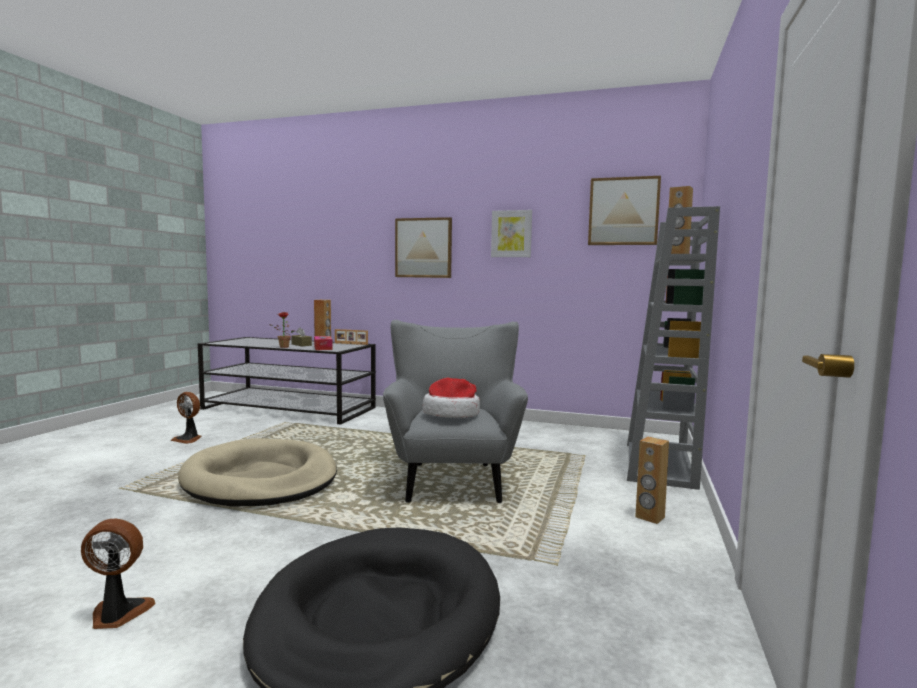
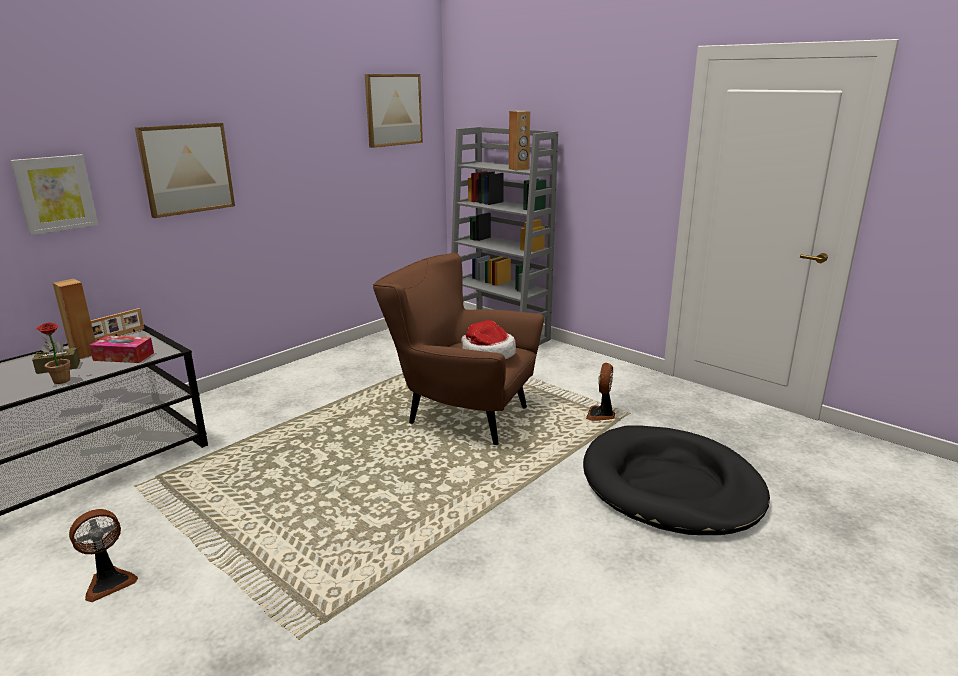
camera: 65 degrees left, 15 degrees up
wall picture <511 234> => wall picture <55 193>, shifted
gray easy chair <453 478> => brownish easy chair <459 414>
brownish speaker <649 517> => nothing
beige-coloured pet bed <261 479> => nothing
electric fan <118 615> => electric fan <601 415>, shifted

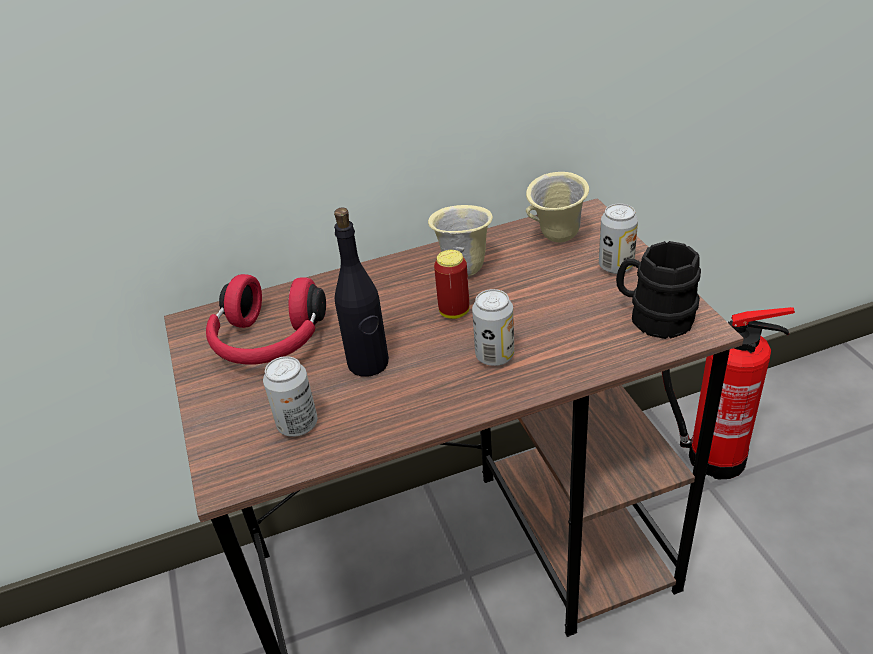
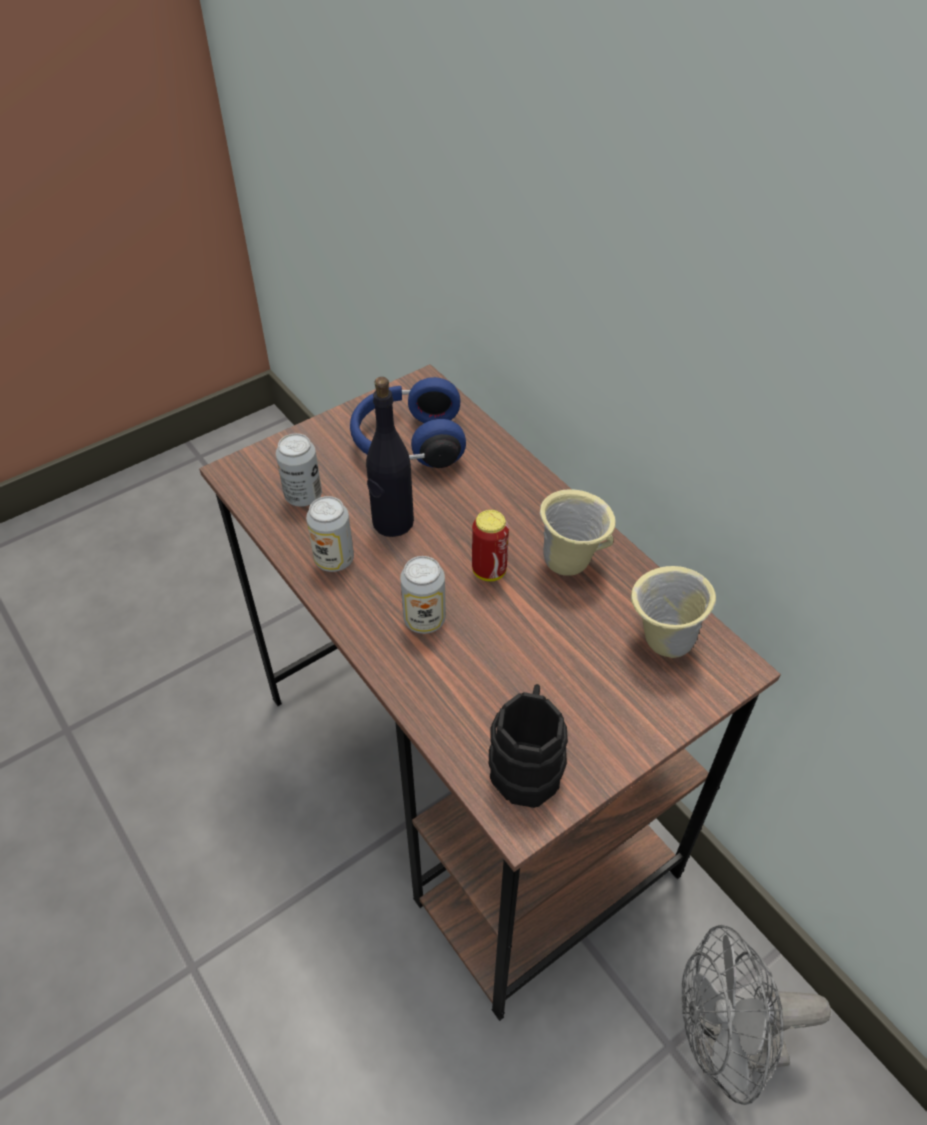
camera: 70 degrees right, 10 degrees up
sealed can <616 266> => sealed can <334 559>, shifted
reddish headset <268 342> => blue-coloured headset <407 443>
fire-fighting cylinder <710 456> => gray electric fan <723 1045>

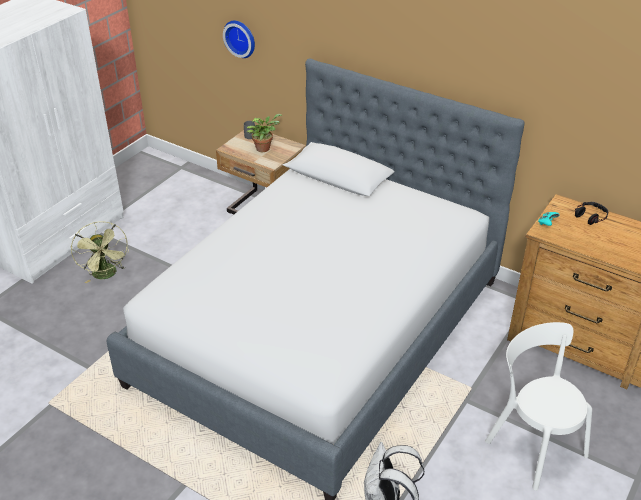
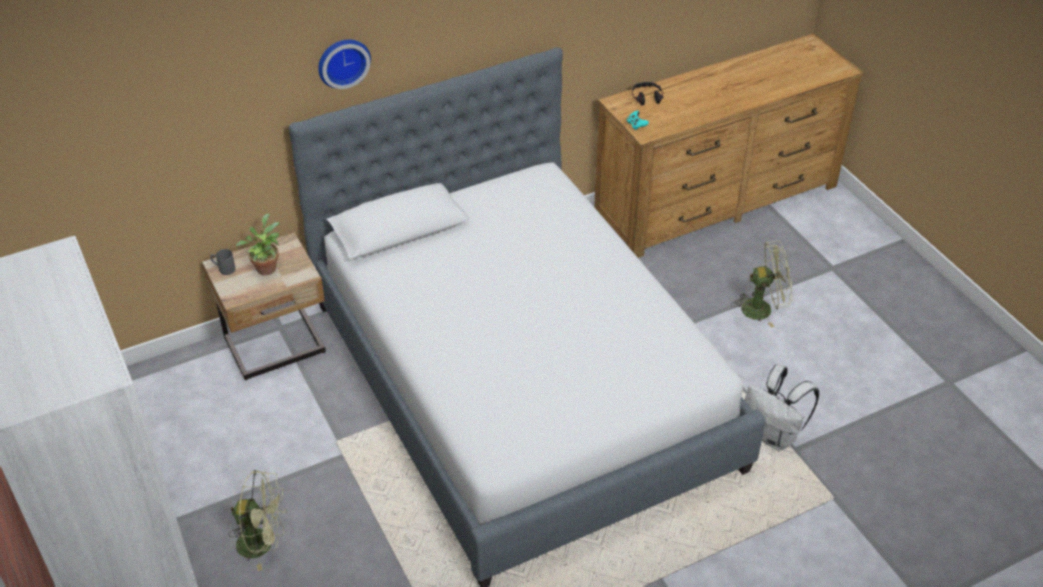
camera: 60 degrees left, 5 degrees up
hanging clock <241 38> => hanging clock <342 61>, shifted
white-coloured upright chair <532 444> => green electric fan <763 308>

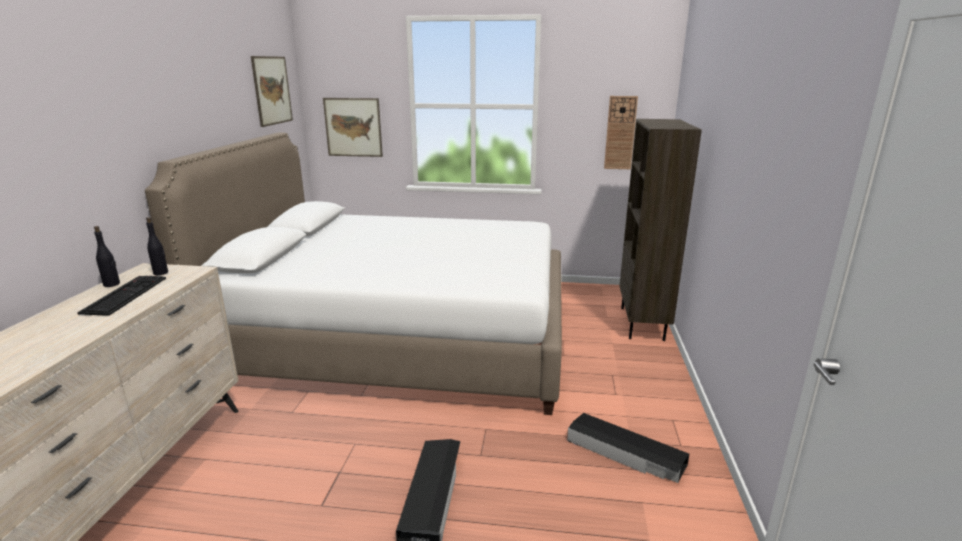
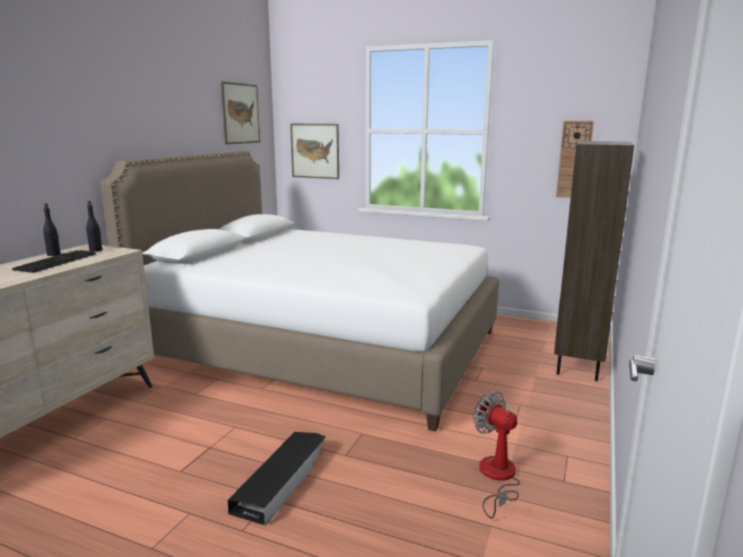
camera: 15 degrees right, 5 degrees down
black-coloured storage container <625 453> => electric fan <497 478>

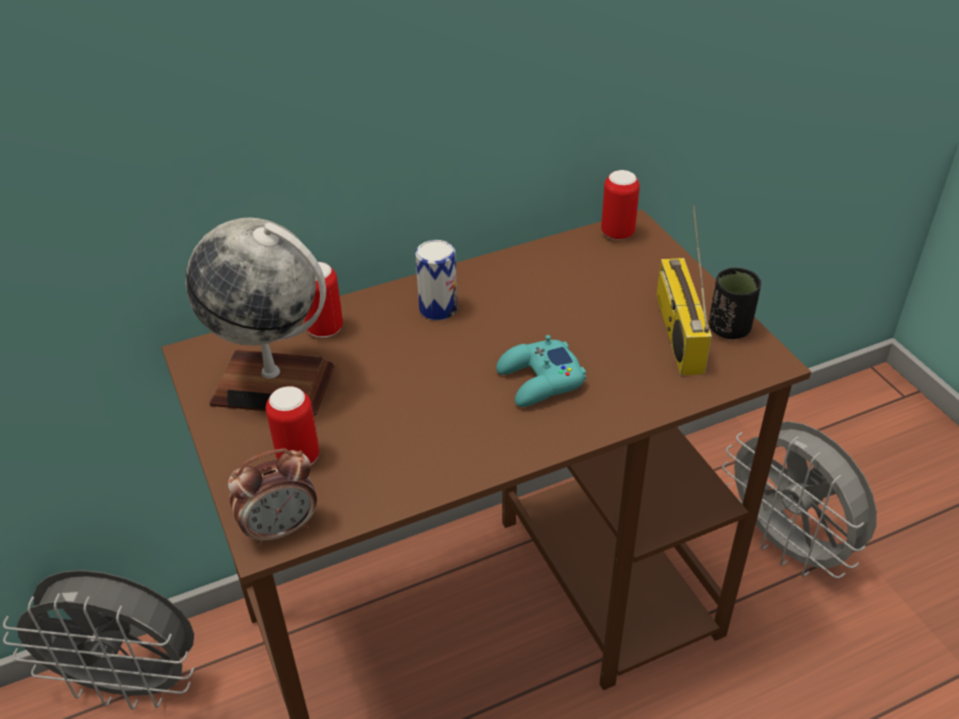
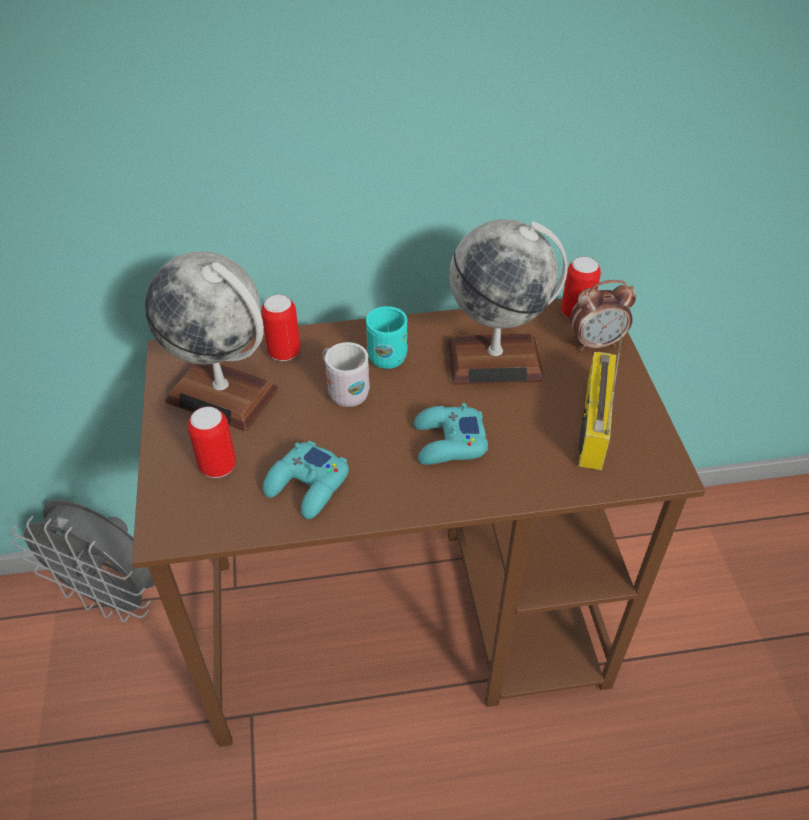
camera: 15 degrees right, 5 degrees up
sealed can <438 308> => turquoise-coloured coffee mug <387 354>
black-coloured small cup <729 329> => nothing
gray electric fan <788 546> => nothing
table clock <281 529> => table clock <596 343>, shifted
nothing => desk globe <494 360>
nothing => white-coloured coffee mug <344 392>
nothing => turquoise-coloured game controller <307 486>

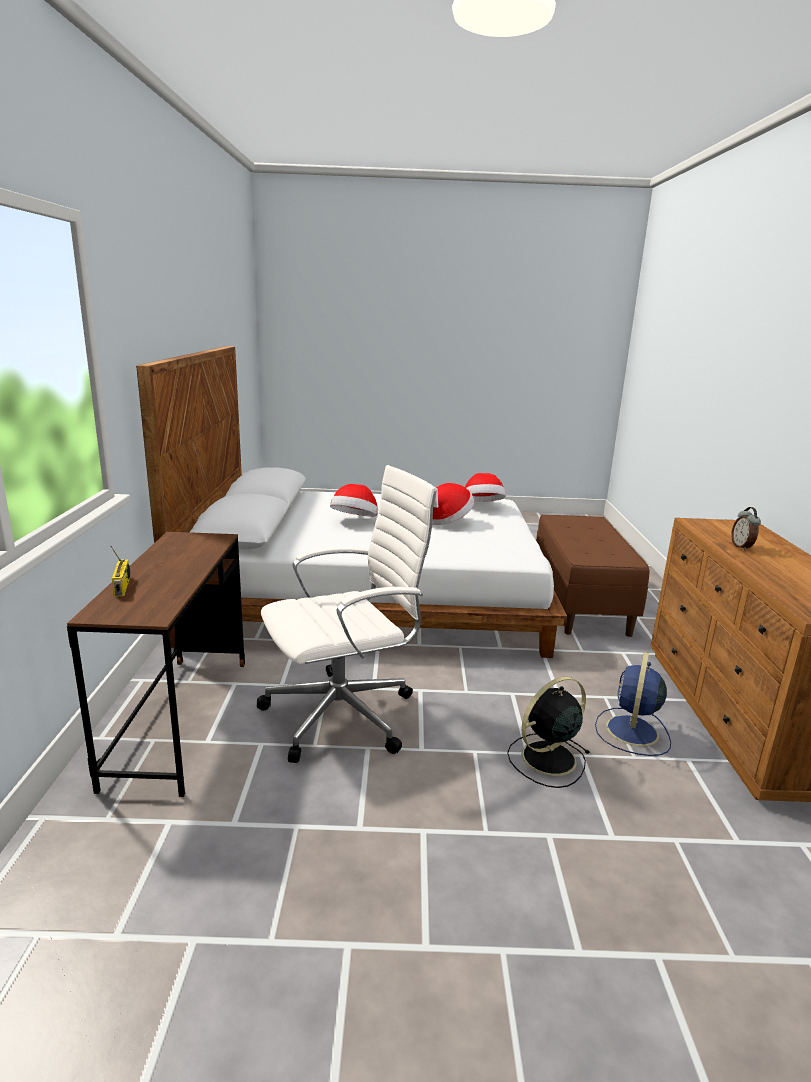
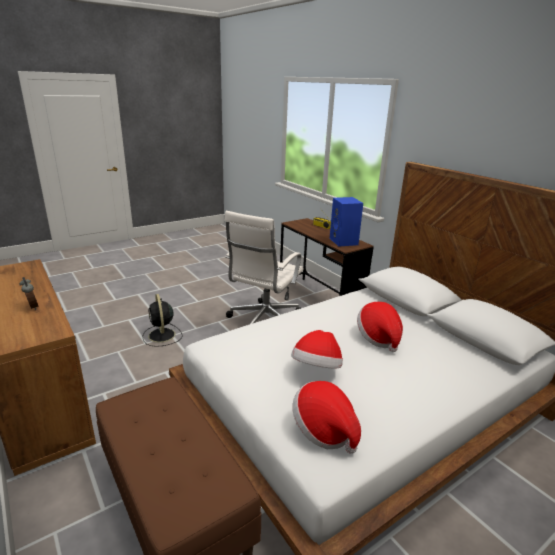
camera: 145 degrees right, 5 degrees up
blue-coloured electric fan <631 732> => nothing
black-coloured electric fan <546 759> => black-coloured electric fan <162 336>, 135 degrees clockwise
nothing => blue-coloured speaker <344 241>

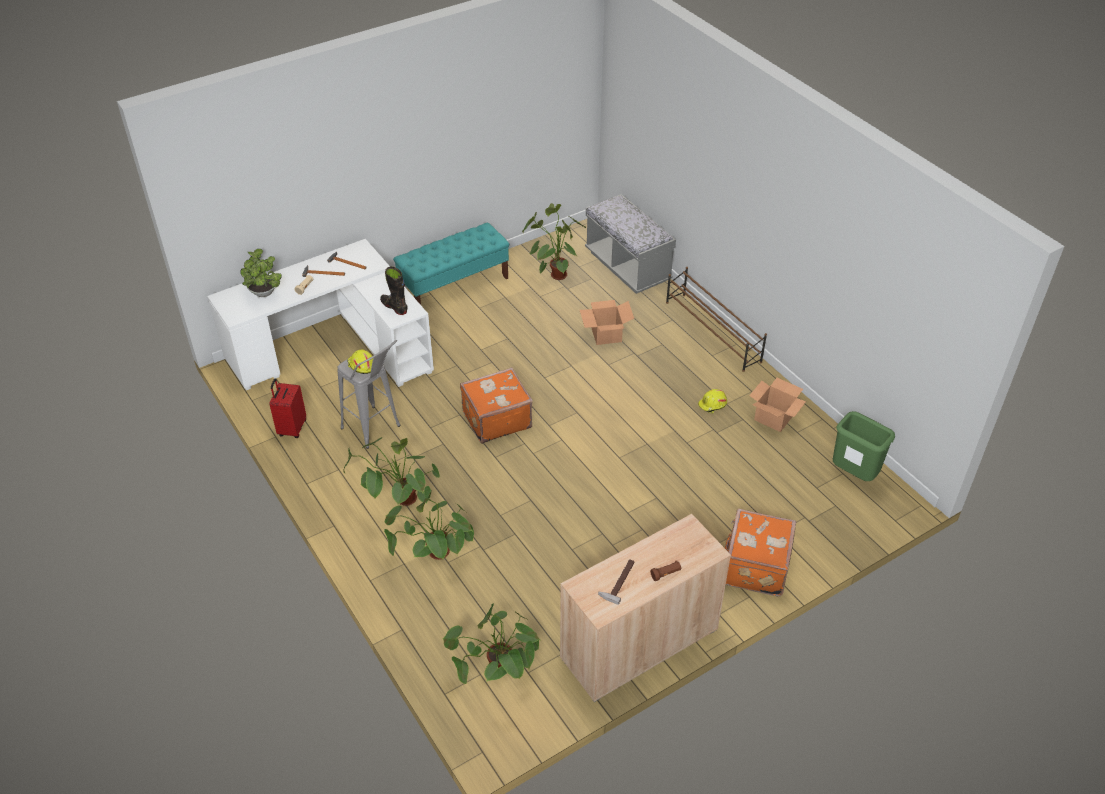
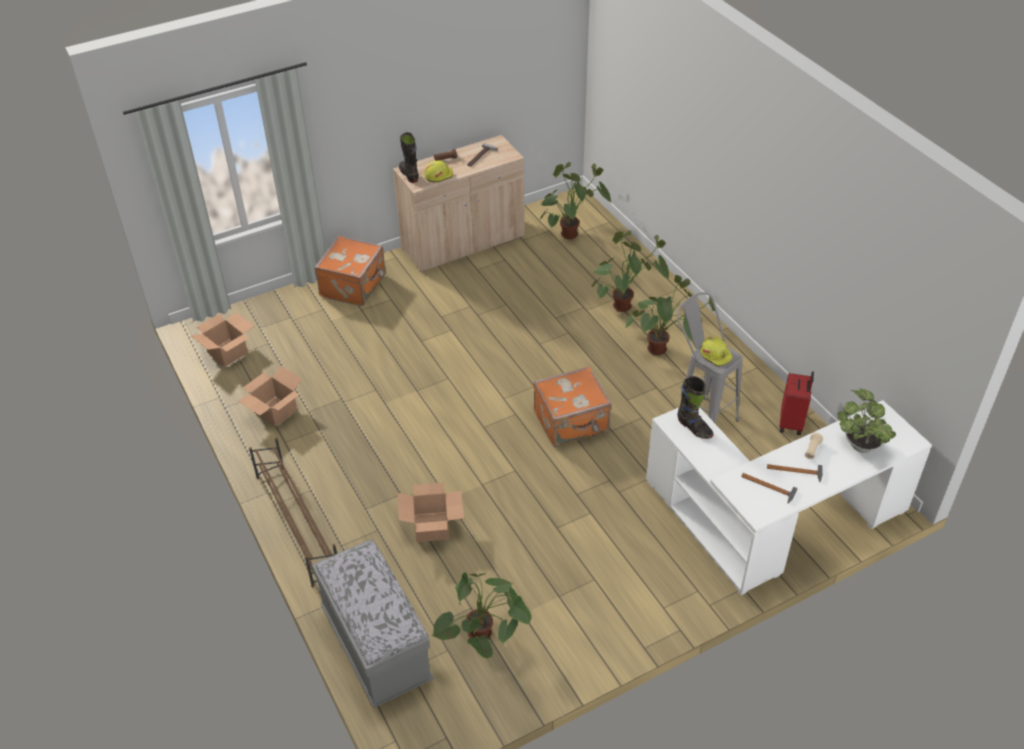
camera: 175 degrees left, 0 degrees up
turquoise-coloured long seat <454 286> => nothing
yellow-coloured work helmet <712 405> => yellow-coloured work helmet <438 175>, shifted
green trash can <854 475> => carton <227 352>
nothing => black-coloured boot <409 175>

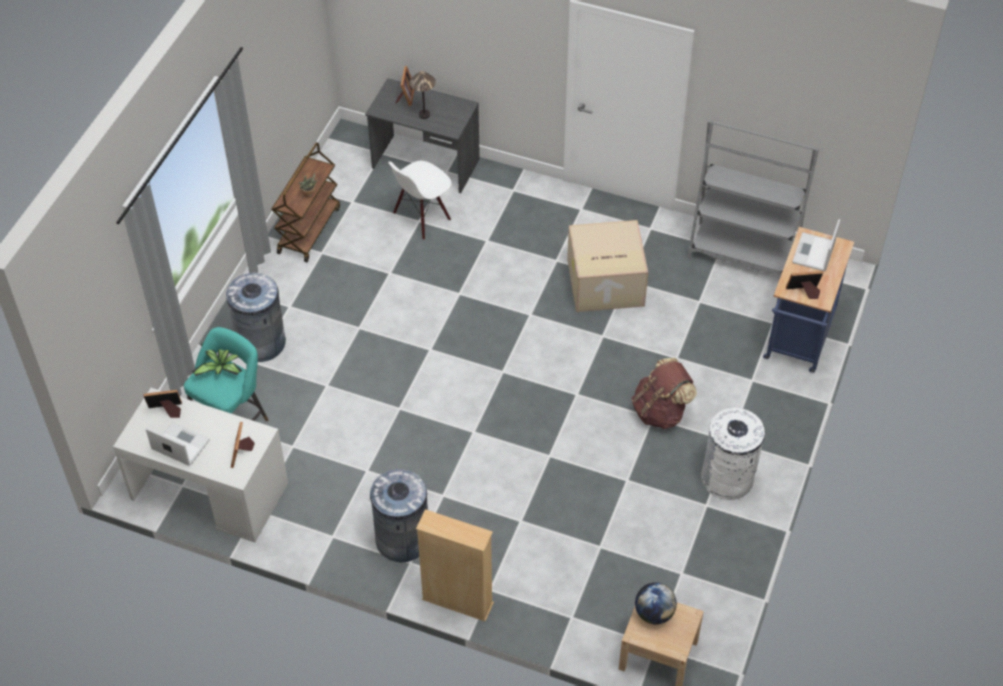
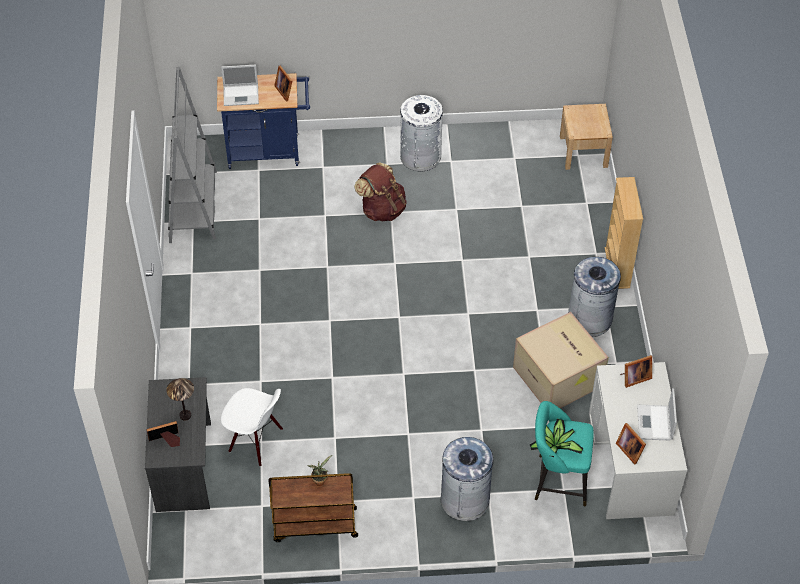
camera: 115 degrees left, 0 degrees up
carton <604 283> => carton <559 377>, shifted
desk globe <654 613> => nothing

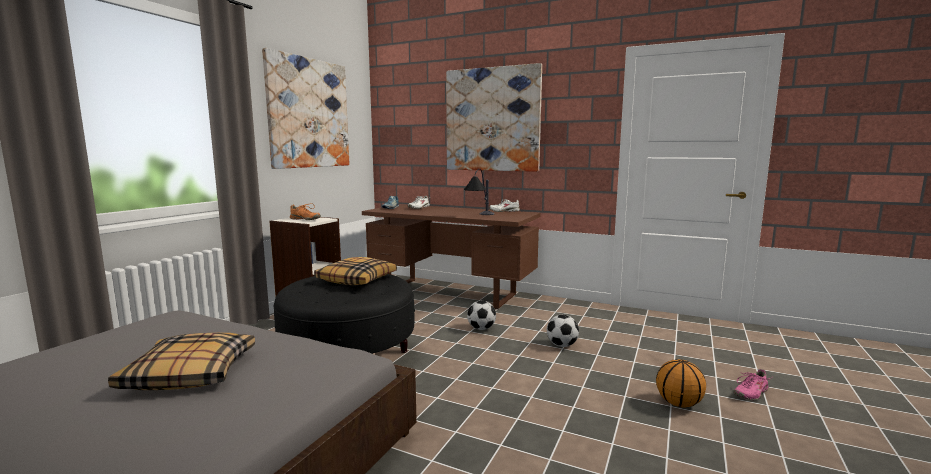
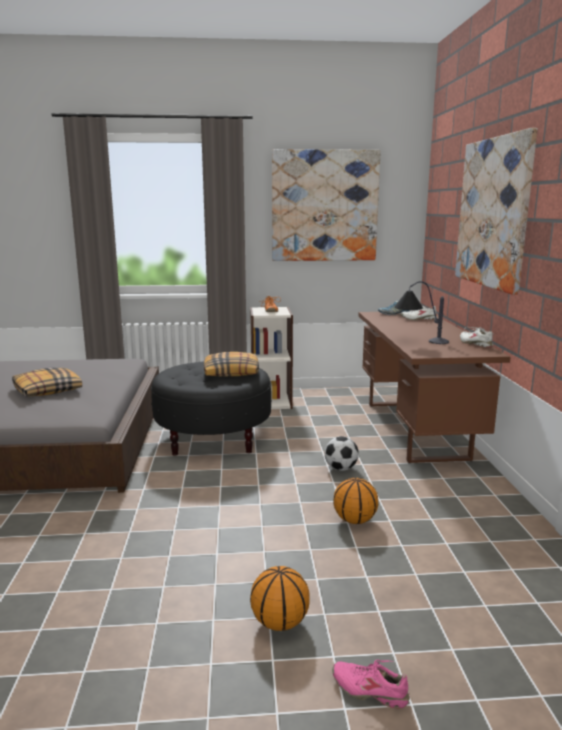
camera: 60 degrees right, 5 degrees up
football ball <562 345> => ball for basketball <355 520>

